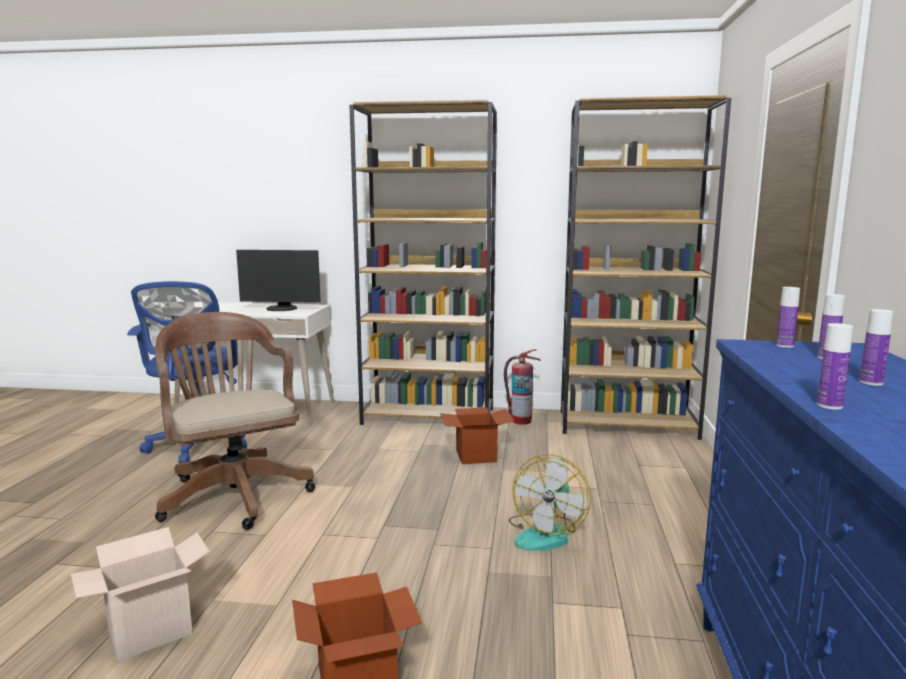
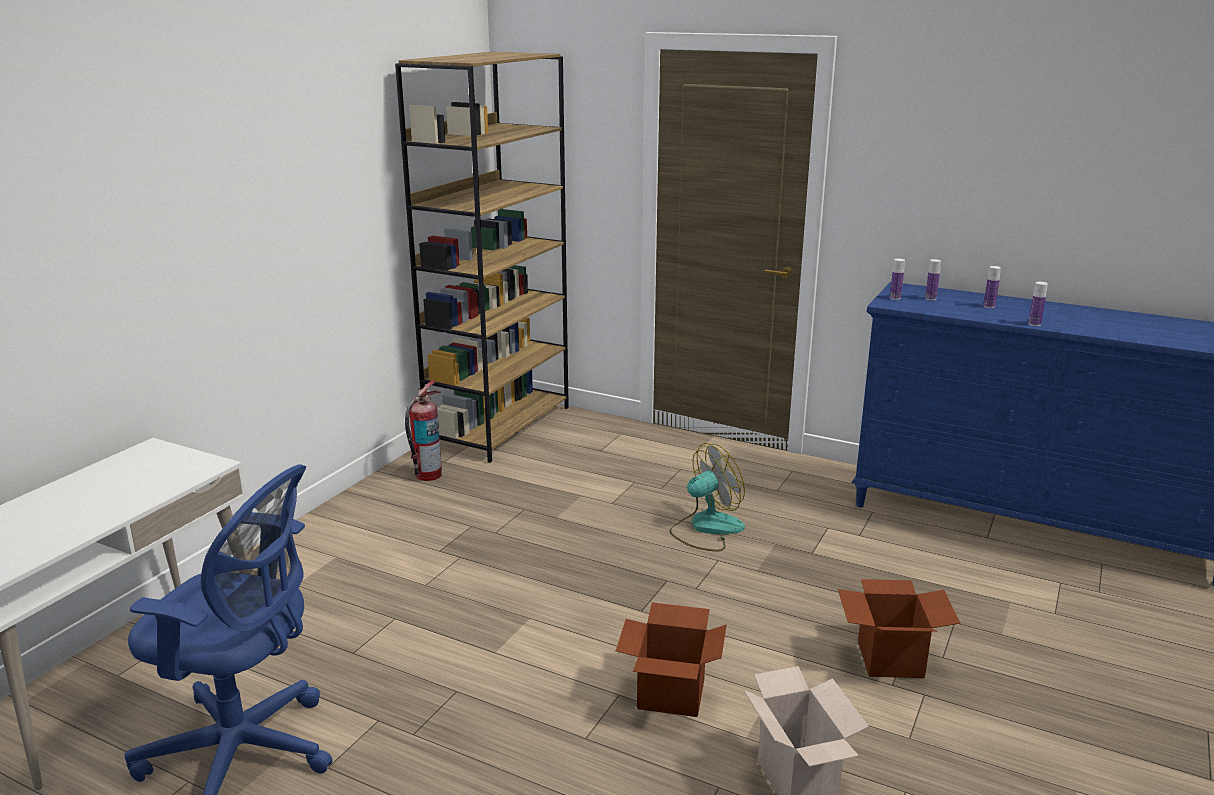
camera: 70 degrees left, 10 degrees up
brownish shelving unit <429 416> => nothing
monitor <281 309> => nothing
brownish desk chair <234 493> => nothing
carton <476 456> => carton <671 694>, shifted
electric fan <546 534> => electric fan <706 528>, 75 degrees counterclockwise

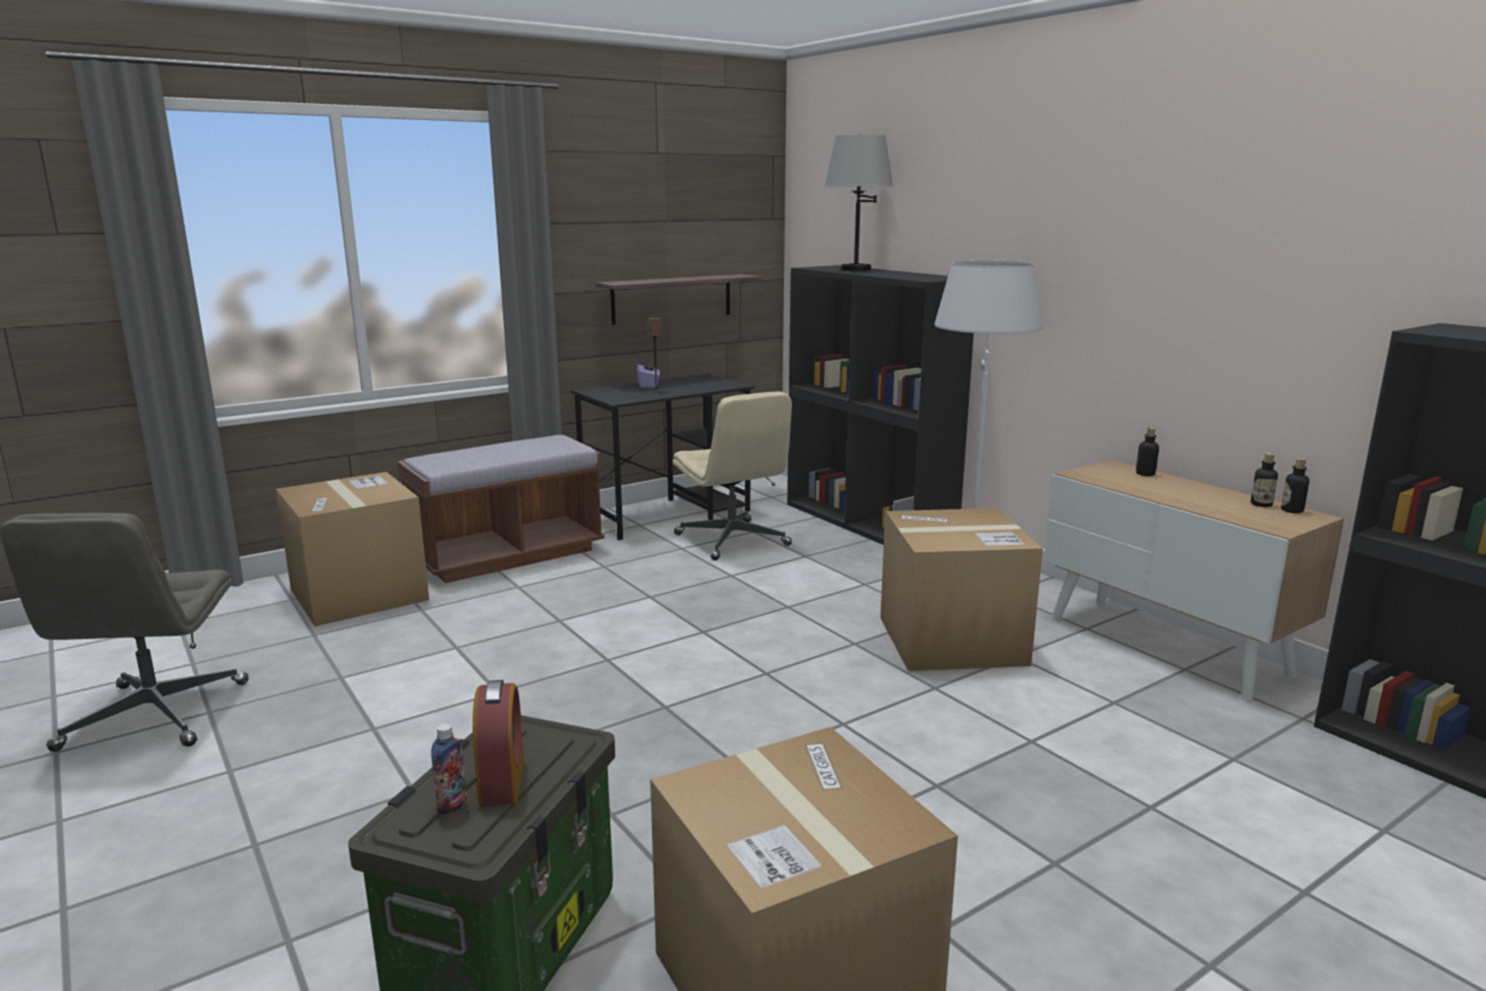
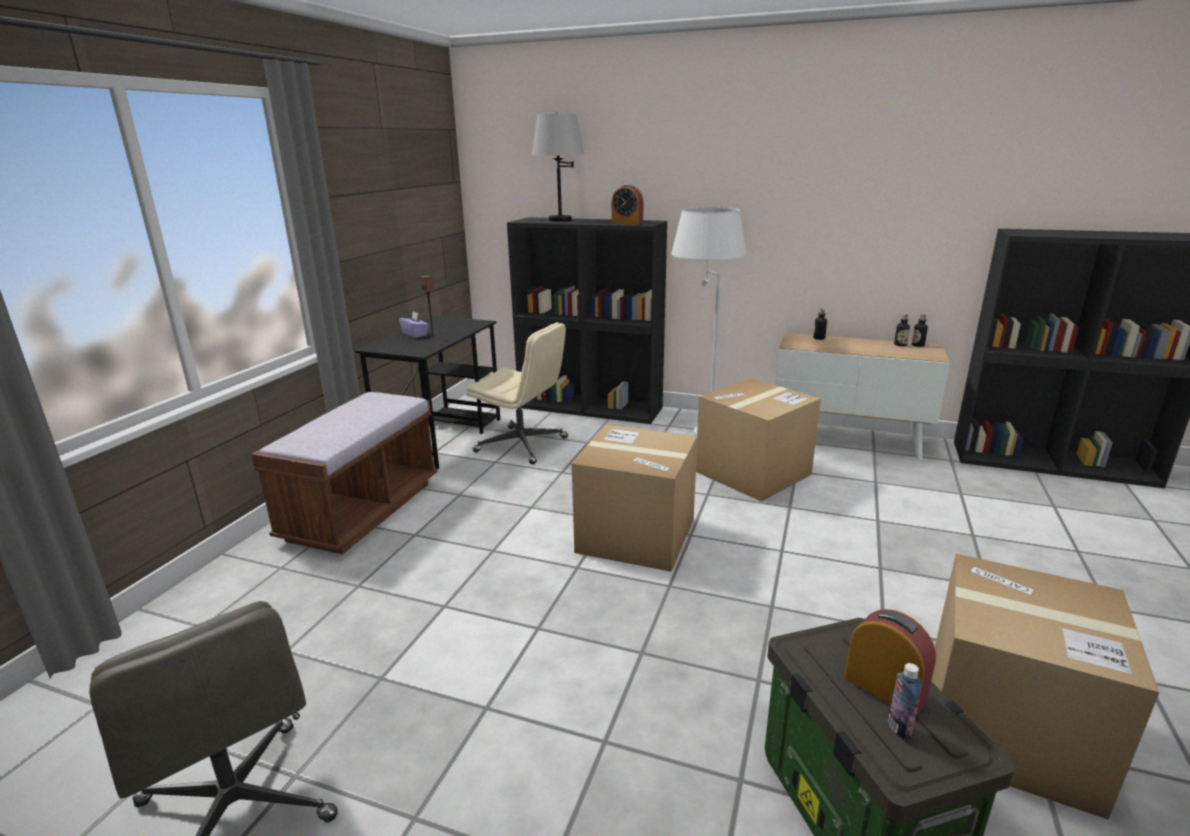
camera: 35 degrees left, 5 degrees up
wall shelf <672 298> => nothing
carton <359 594> => carton <636 535>, shifted
nothing => table clock <627 223>

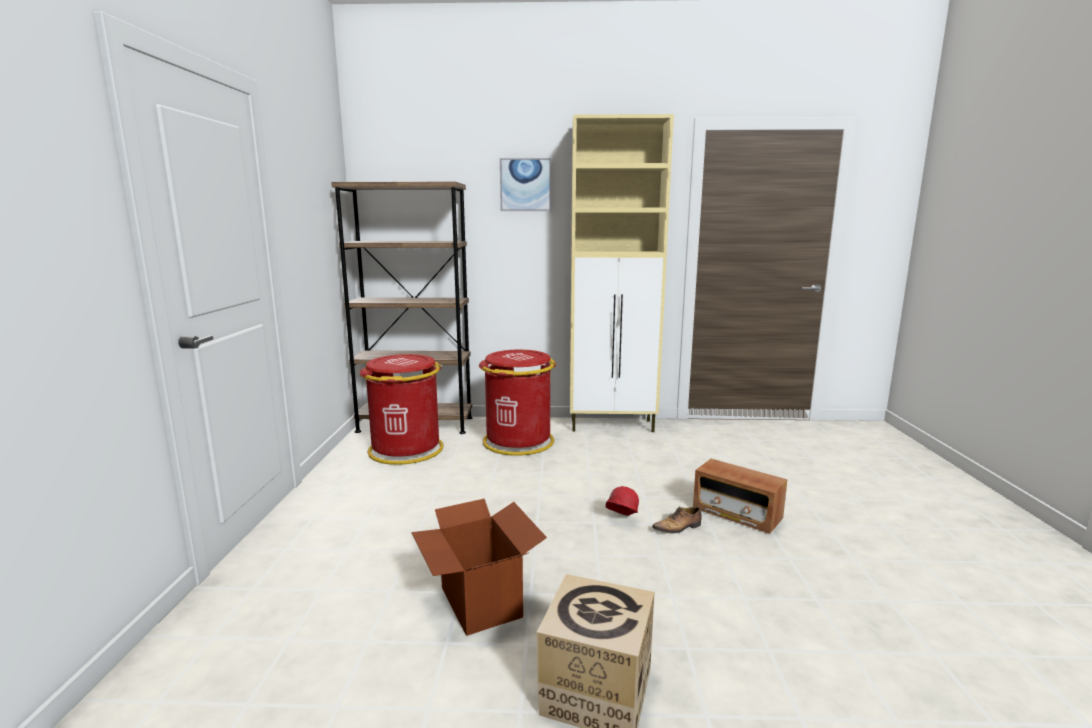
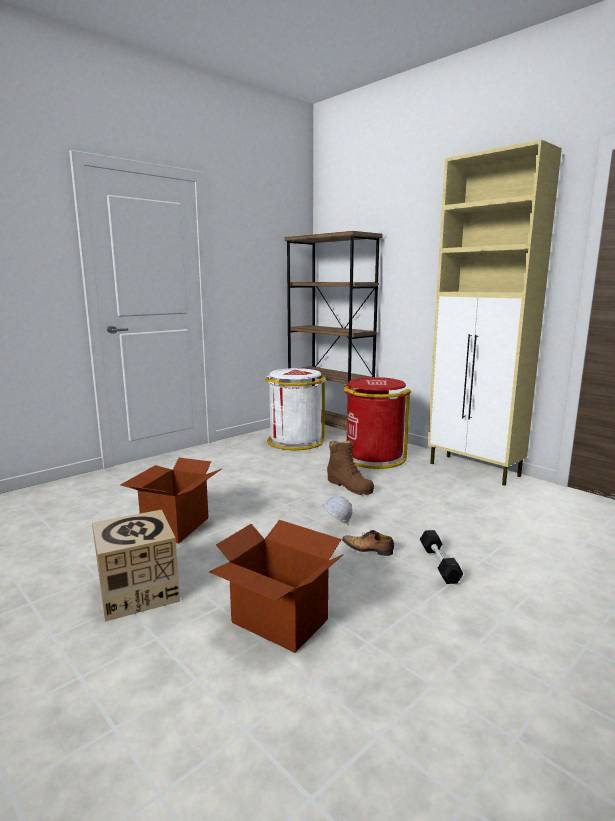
camera: 45 degrees right, 0 degrees up
wall picture <525 185> => nothing
reddish trash can <405 450> => white-coloured trash can <295 441>
radio <736 514> => black-coloured dumbbell <439 564>
reddish work helmet <620 521> => white-coloured work helmet <336 527>
nothing => brownish boot <349 486>
nothing => carton <279 622>

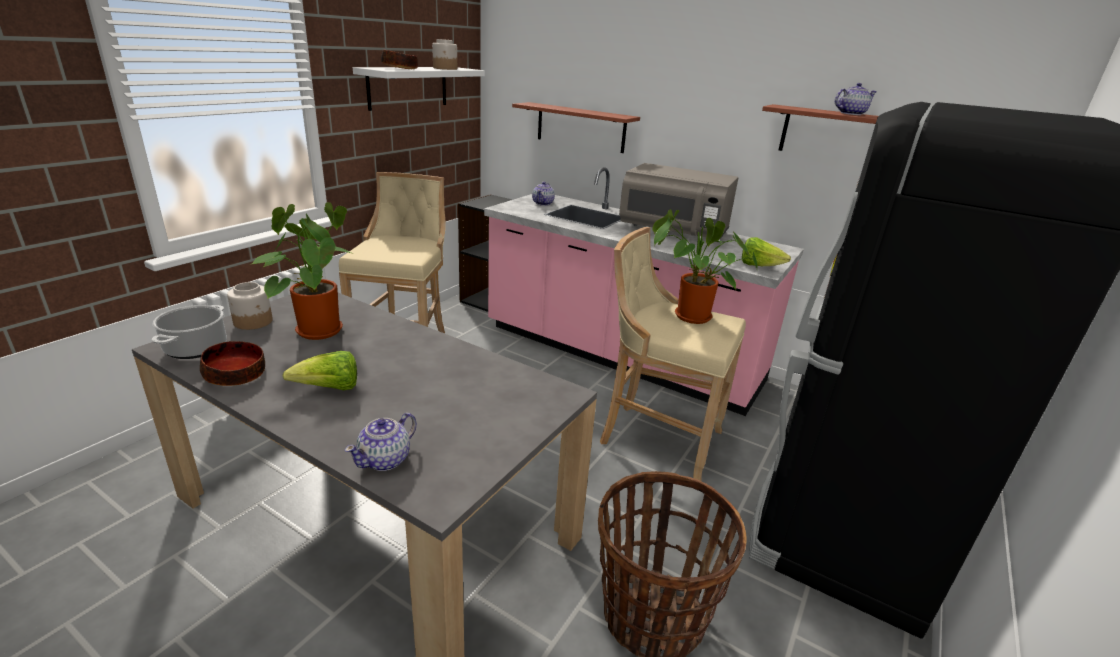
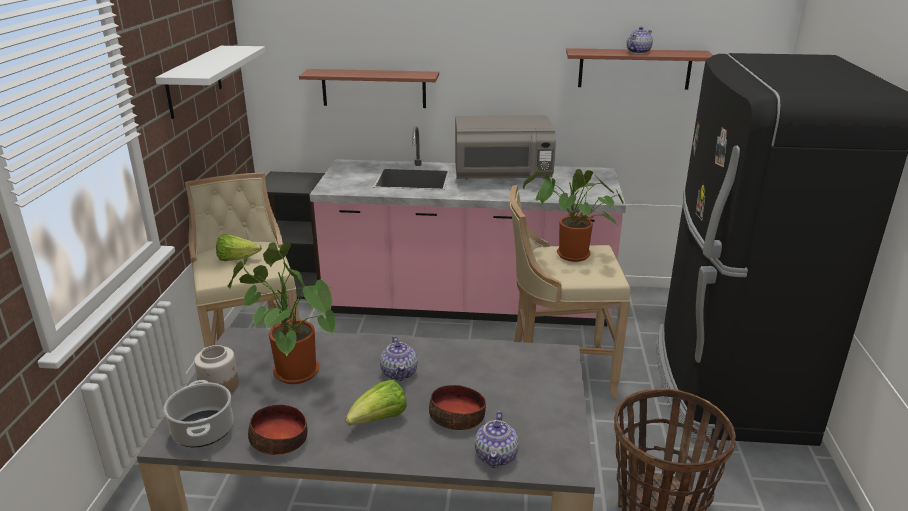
camera: 25 degrees left, 0 degrees up
storage jar <445 68> => nothing
serving bowl <400 68> => serving bowl <457 417>, shifted
tea pot <543 203> => tea pot <399 373>, shifted
lettuce head <759 266> => lettuce head <237 259>, shifted

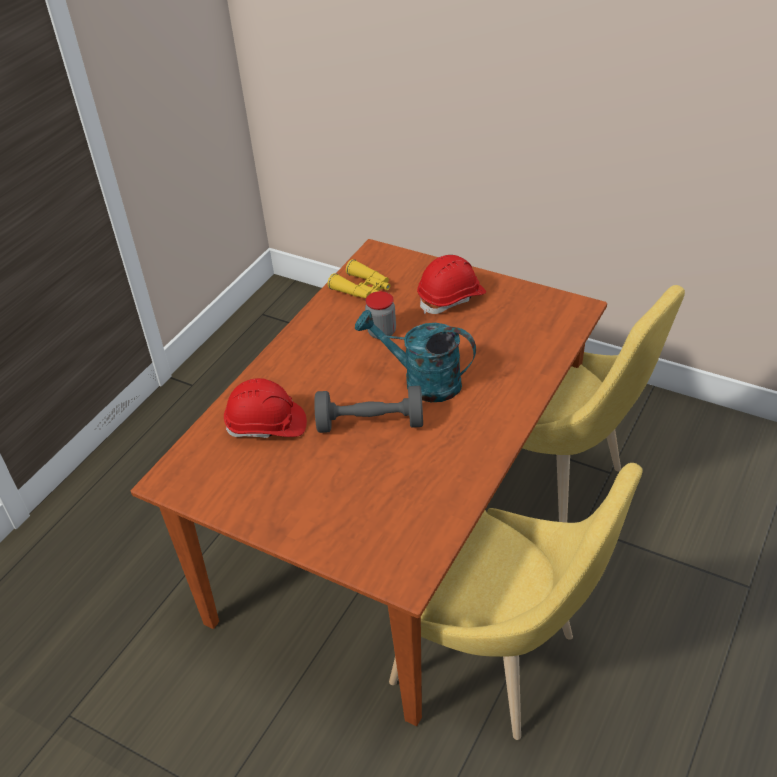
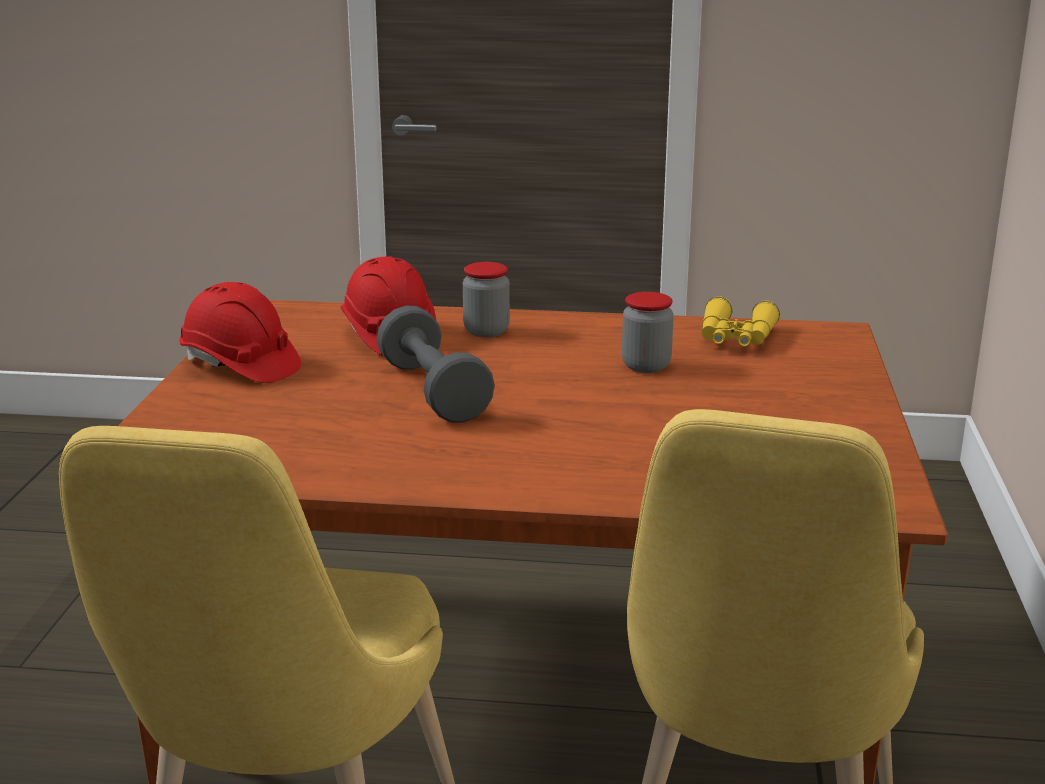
camera: 65 degrees right, 20 degrees down
reddish work helmet <451 298> => reddish work helmet <240 366>, shifted
turquoise-coloured watering pot <422 381> => nothing
nothing => storage jar <486 331>

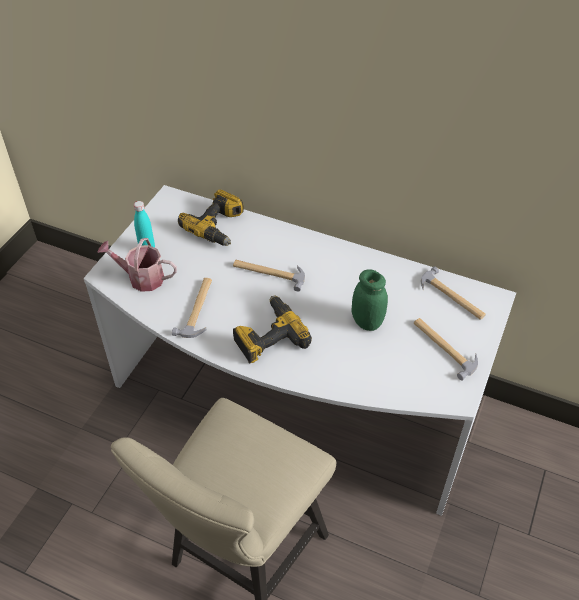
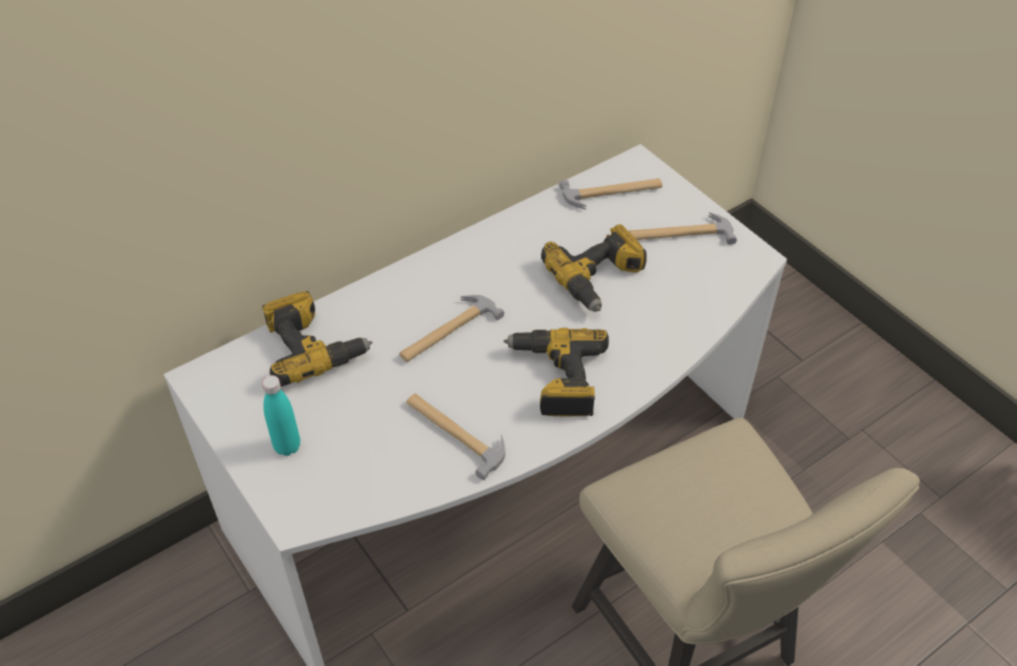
camera: 60 degrees left, 0 degrees up
watering pot <141 278> => nothing
green storage jar <367 322> => electric drill <598 278>

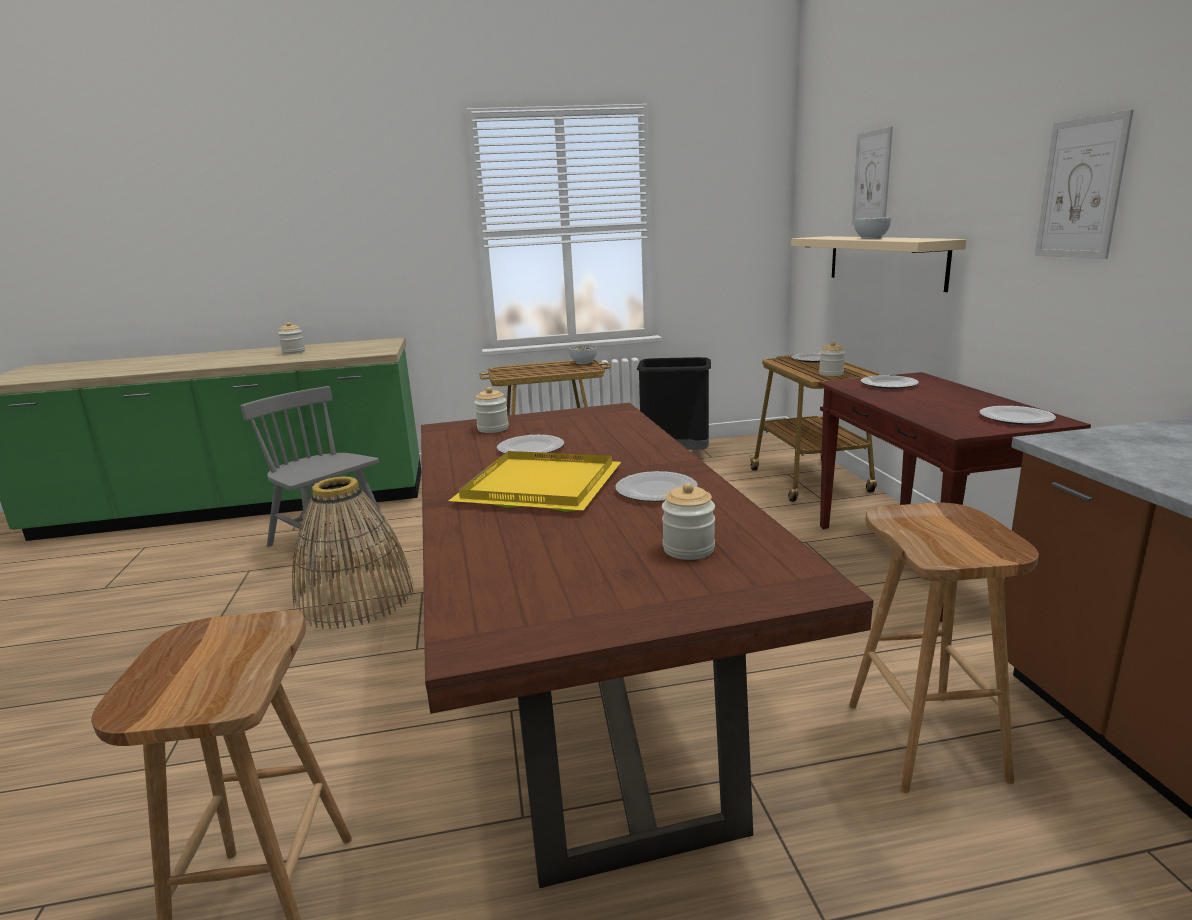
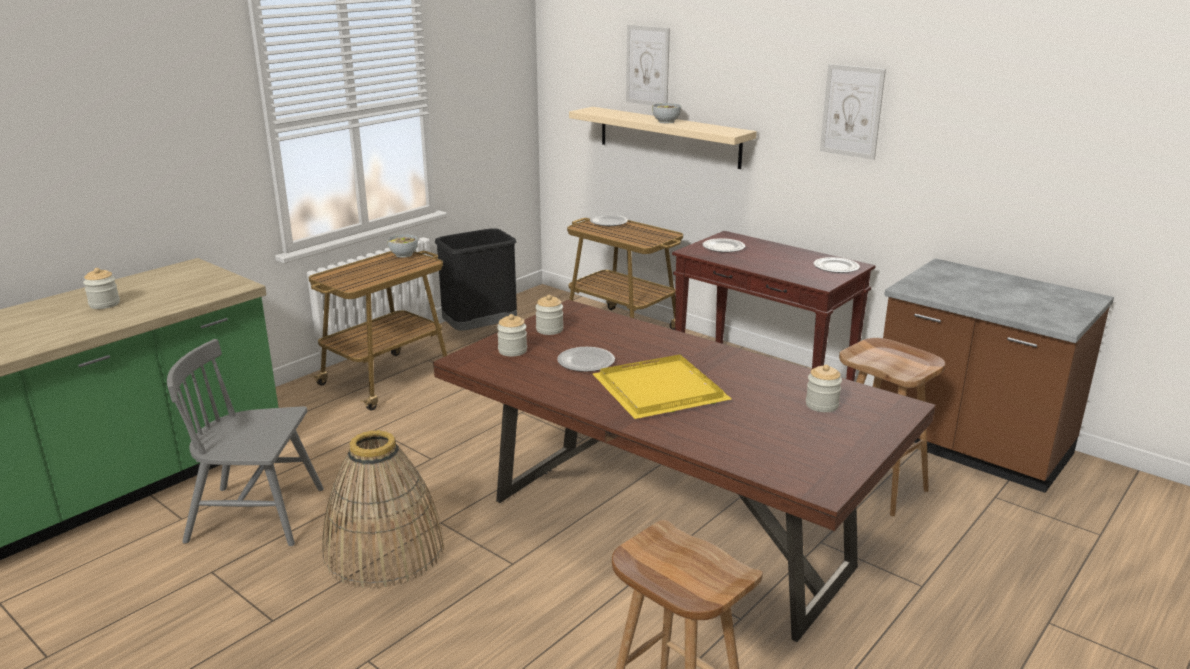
camera: 40 degrees left, 5 degrees up
storage jar <831 373> => storage jar <549 330>, shifted
flat dish <656 490> => nothing

